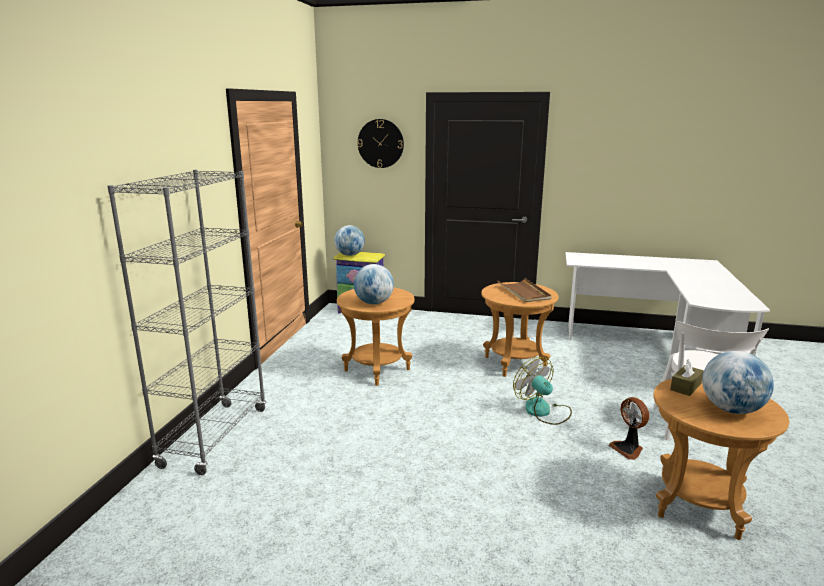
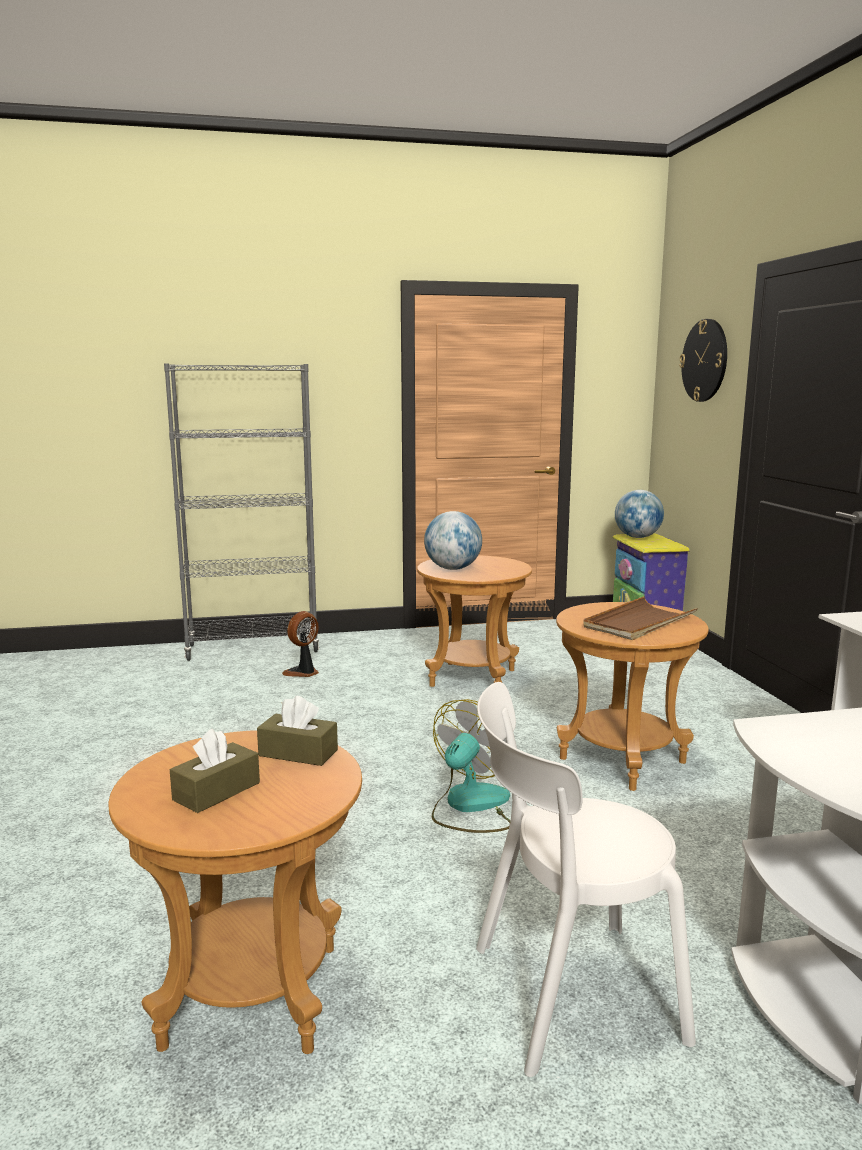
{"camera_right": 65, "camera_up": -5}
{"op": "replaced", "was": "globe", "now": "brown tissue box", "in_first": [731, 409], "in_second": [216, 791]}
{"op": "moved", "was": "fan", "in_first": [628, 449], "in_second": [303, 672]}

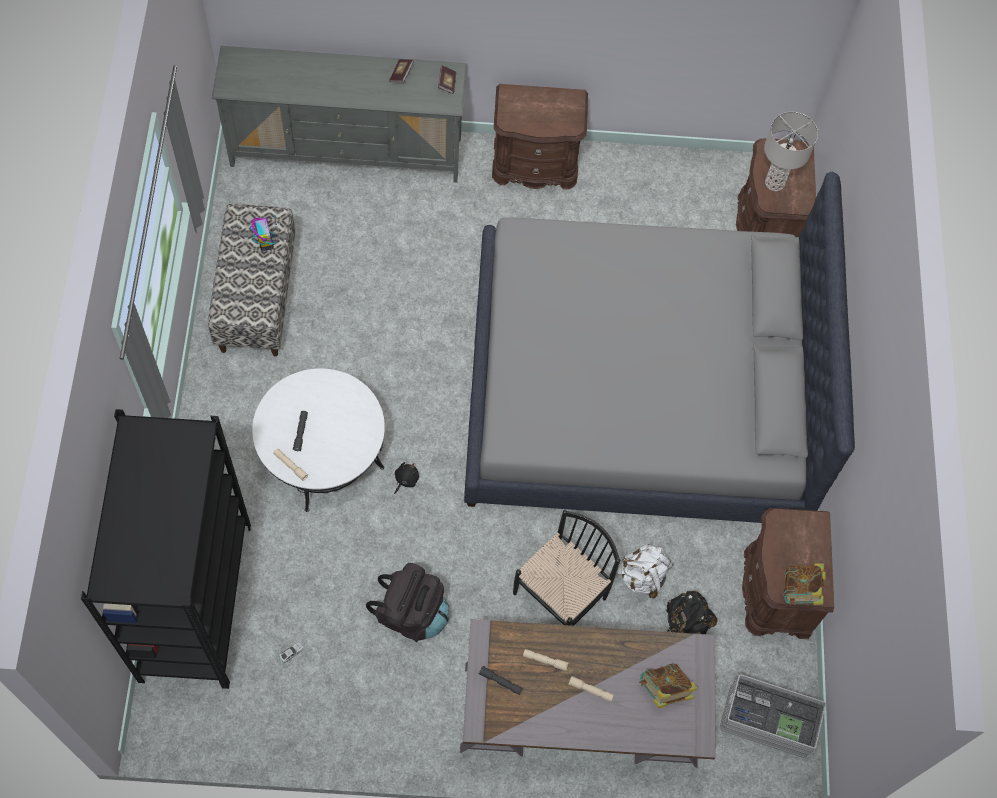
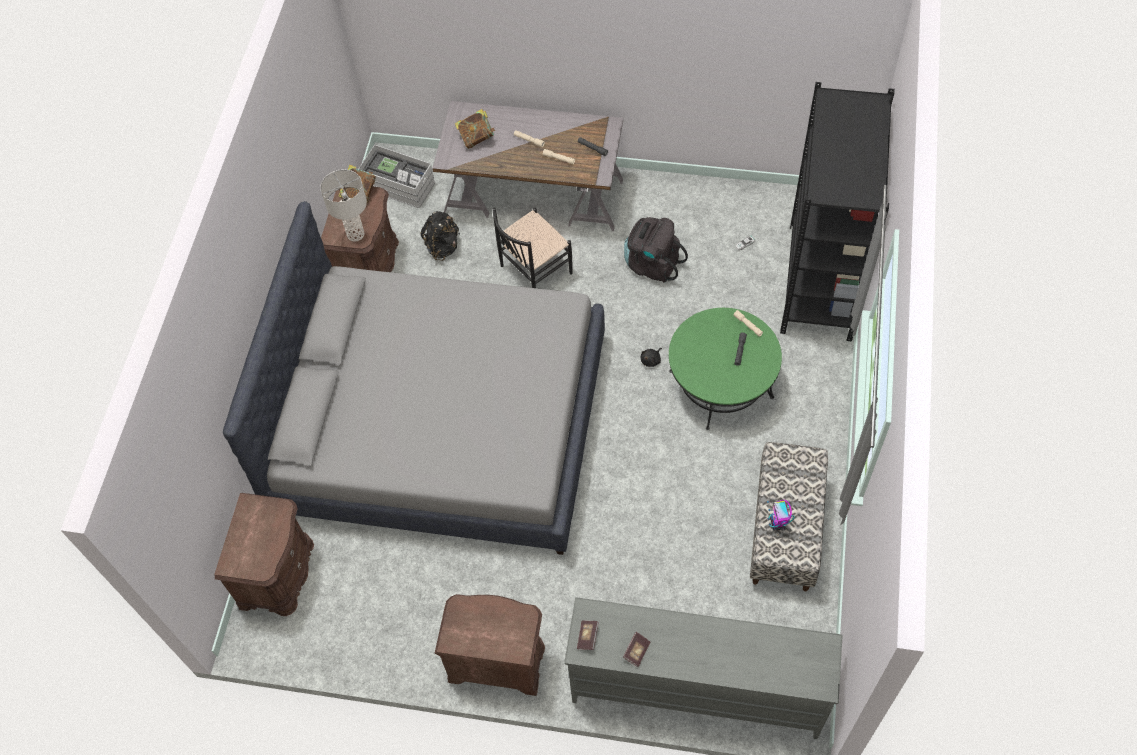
{"camera_right": -165, "camera_up": -5}
{"op": "moved", "was": "white table lamp", "in_first": [774, 182], "in_second": [355, 234]}
{"op": "recoloured", "was": "white coffee table", "now": "green coffee table", "in_first": [323, 454], "in_second": [721, 384]}
{"op": "removed", "was": "white backpack", "in_first": [643, 577]}

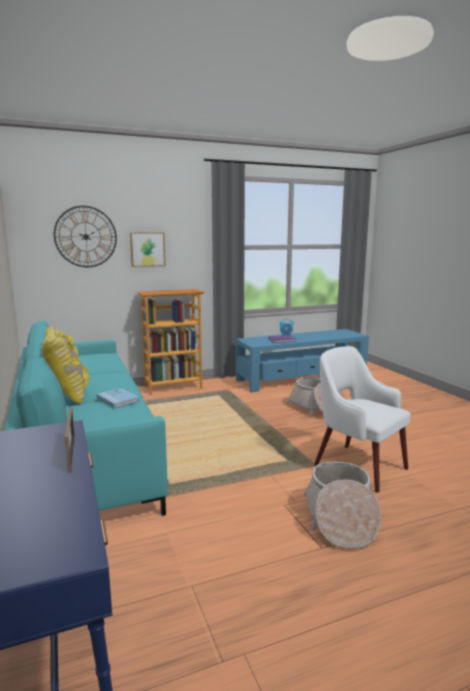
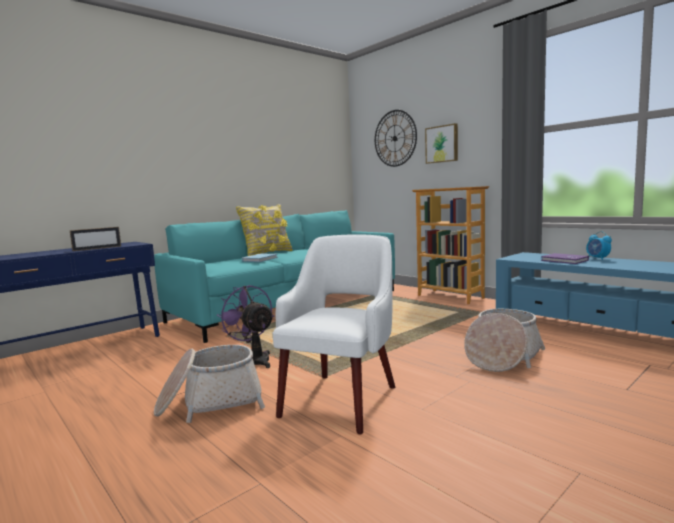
{"camera_right": 70, "camera_up": -5}
{"op": "added", "now": "purple fan", "in_second": [254, 359]}

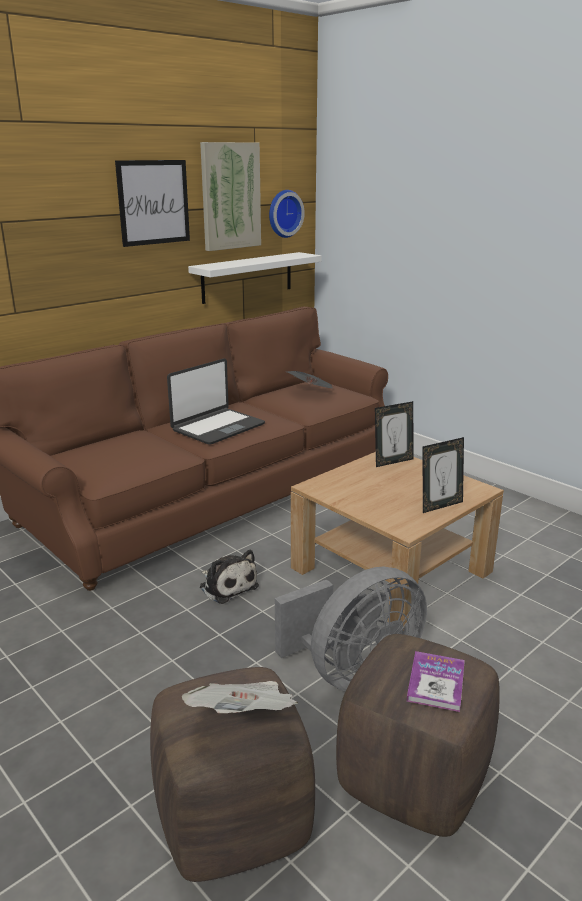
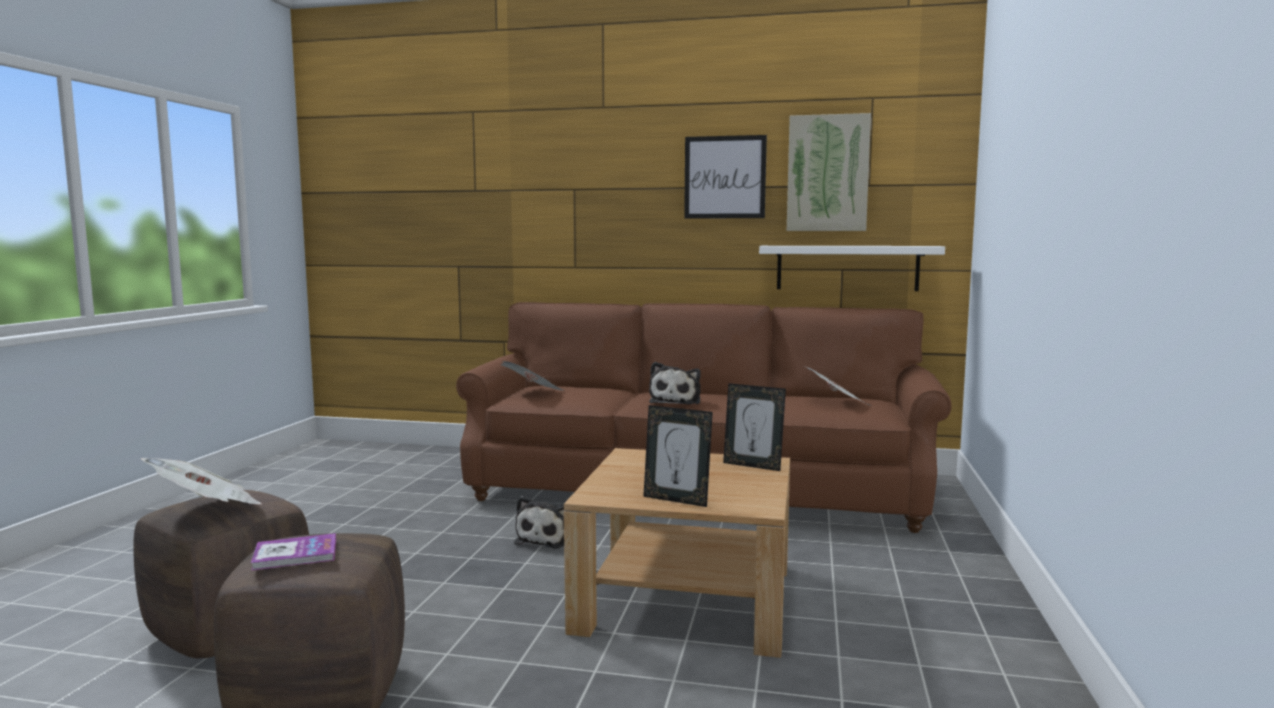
{"camera_right": 55, "camera_up": -15}
{"op": "removed", "was": "wall clock", "in_first": [283, 213]}
{"op": "replaced", "was": "laptop", "now": "plush toy", "in_first": [217, 427], "in_second": [676, 401]}
{"op": "removed", "was": "grey fan", "in_first": [353, 673]}
{"op": "added", "now": "newspaper", "in_second": [533, 393]}

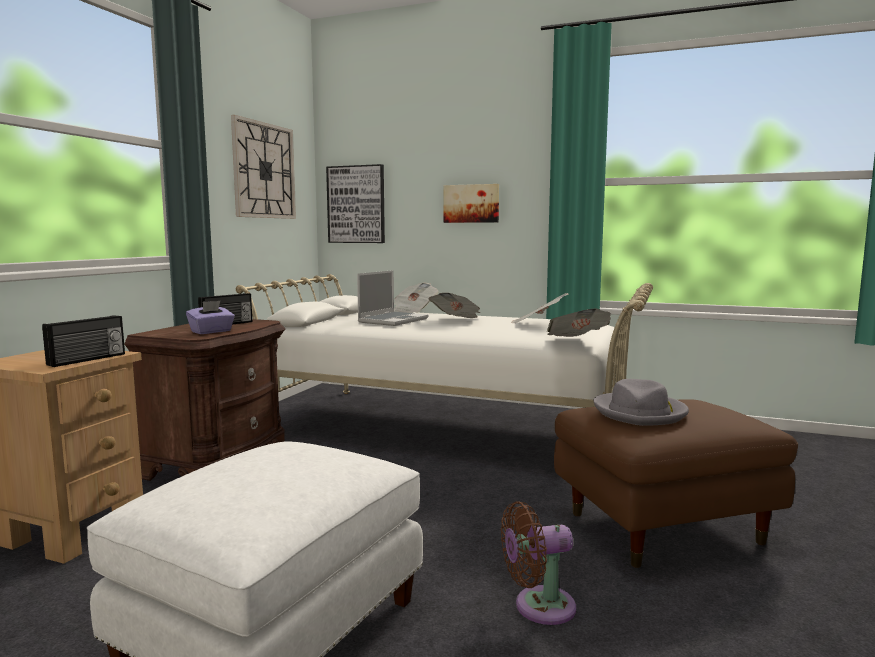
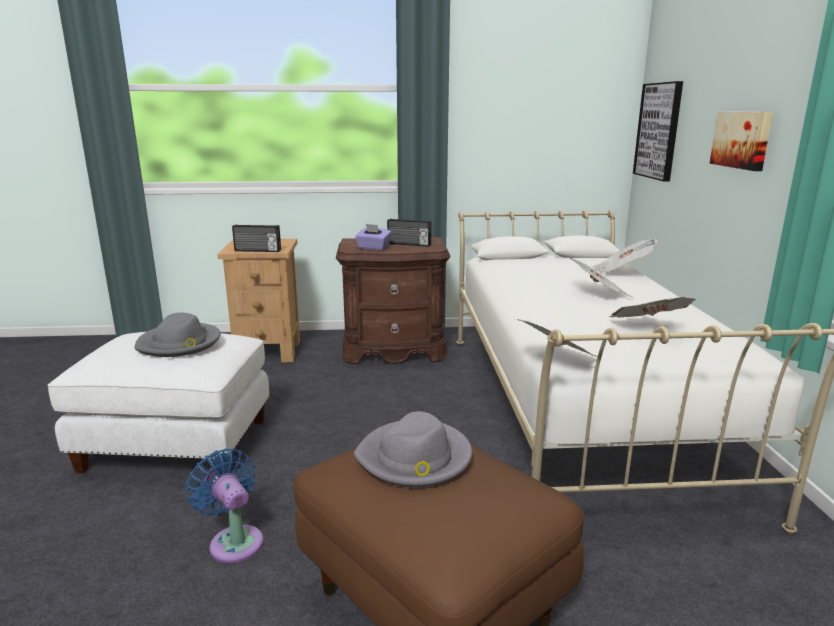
{"camera_right": 65, "camera_up": 10}
{"op": "removed", "was": "wall clock", "in_first": [264, 171]}
{"op": "removed", "was": "laptop", "in_first": [393, 320]}
{"op": "recoloured", "was": "brown fan", "now": "blue fan", "in_first": [538, 607], "in_second": [234, 541]}
{"op": "added", "now": "grey hat", "in_second": [180, 343]}

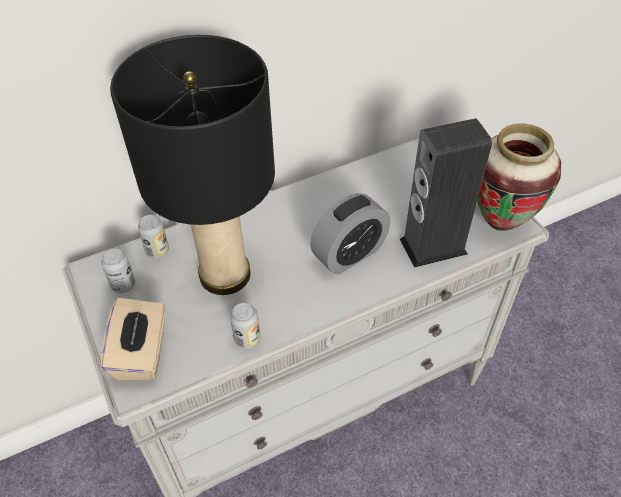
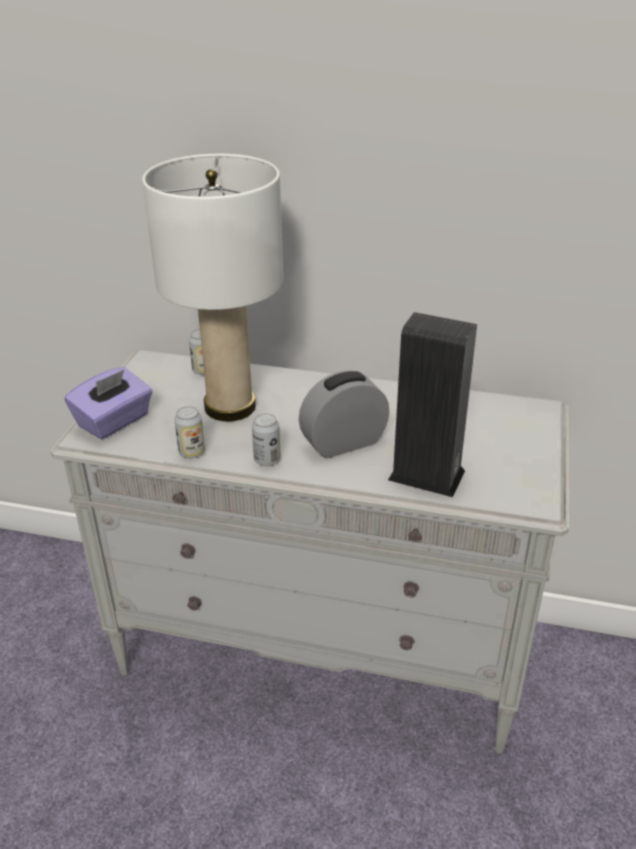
{"camera_right": 40, "camera_up": -15}
{"op": "recoloured", "was": "black table lamp", "now": "white table lamp", "in_first": [225, 275], "in_second": [230, 407]}
{"op": "removed", "was": "vase", "in_first": [500, 222]}
{"op": "turned", "was": "alarm clock", "in_first": [349, 254], "in_second": [343, 443], "clockwise": 150}
{"op": "moved", "was": "can", "in_first": [123, 285], "in_second": [267, 460]}
{"op": "recoloured", "was": "beige tissue box", "now": "purple tissue box", "in_first": [142, 353], "in_second": [114, 421]}

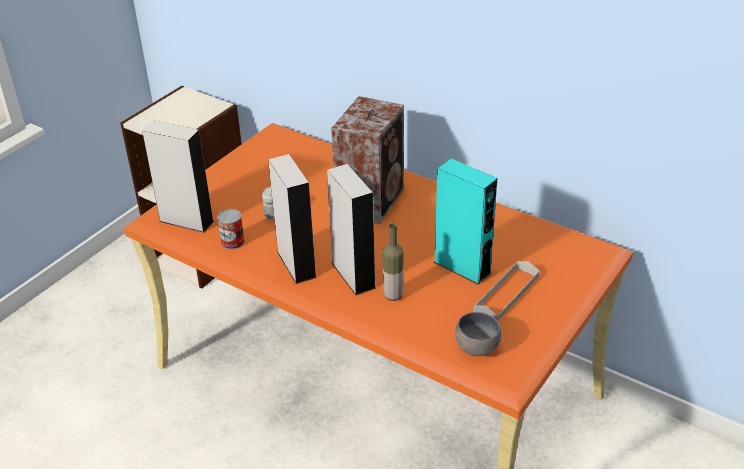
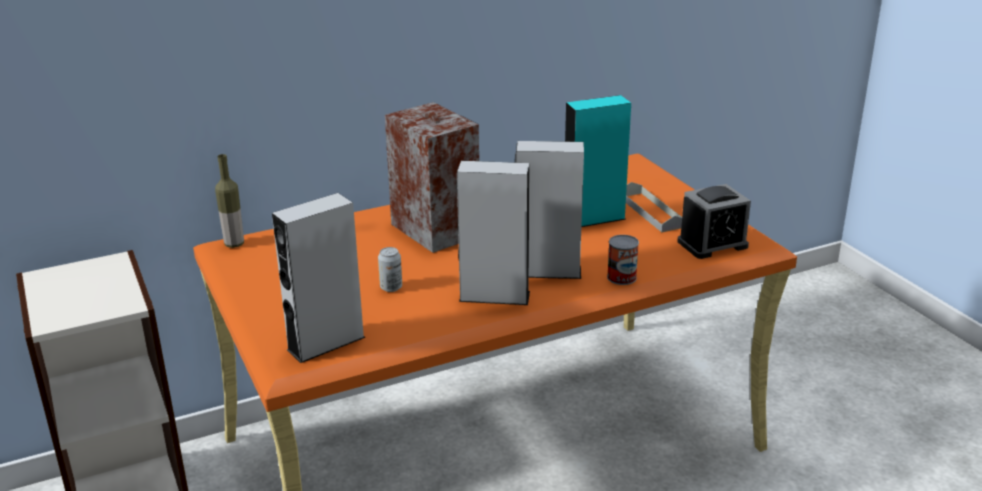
{"camera_right": -60, "camera_up": -10}
{"op": "moved", "was": "can", "in_first": [232, 242], "in_second": [621, 277]}
{"op": "moved", "was": "bottle", "in_first": [393, 296], "in_second": [234, 244]}
{"op": "replaced", "was": "grey bowl", "now": "alarm clock", "in_first": [478, 348], "in_second": [712, 244]}

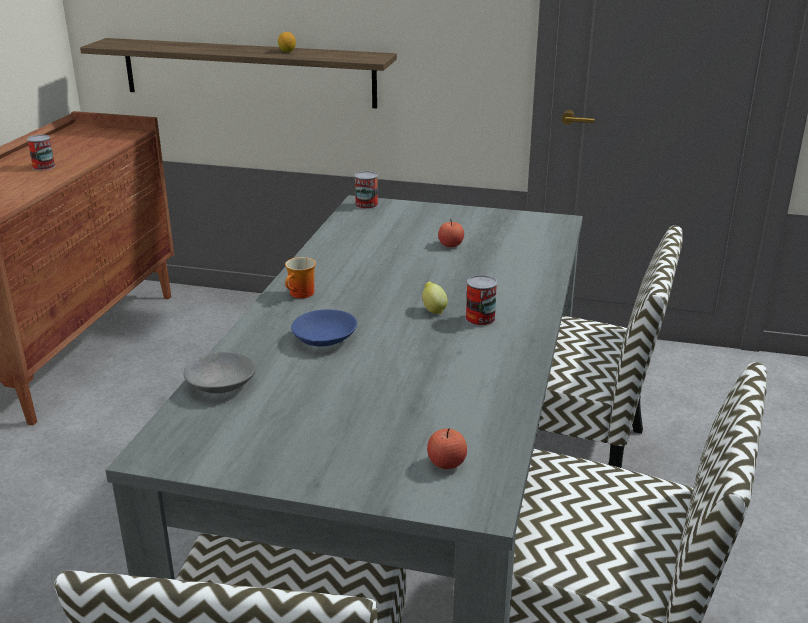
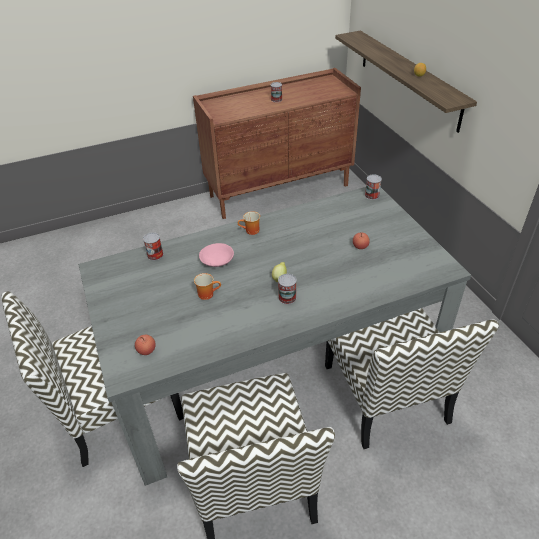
{"camera_right": 55, "camera_up": 15}
{"op": "recoloured", "was": "blue bowl", "now": "pink bowl", "in_first": [323, 339], "in_second": [216, 260]}
{"op": "replaced", "was": "grey bowl", "now": "can", "in_first": [221, 384], "in_second": [155, 255]}
{"op": "added", "now": "mug", "in_second": [207, 293]}

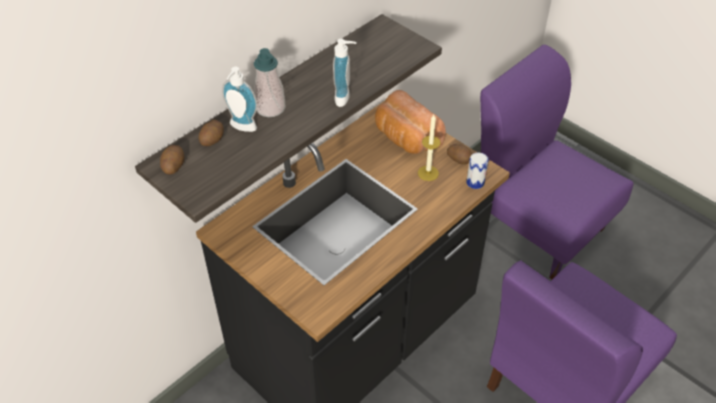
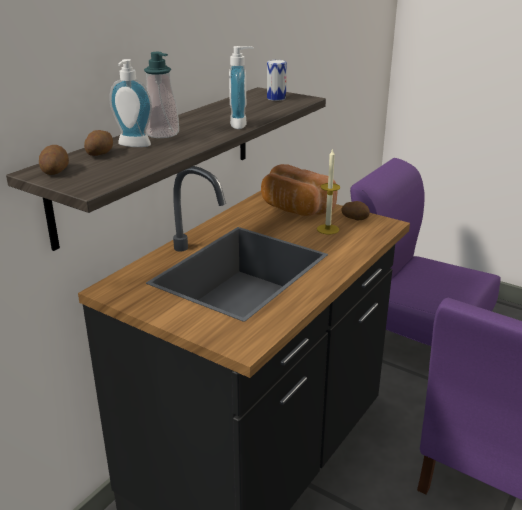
{"camera_right": -10, "camera_up": -20}
{"op": "moved", "was": "can", "in_first": [475, 182], "in_second": [276, 98]}

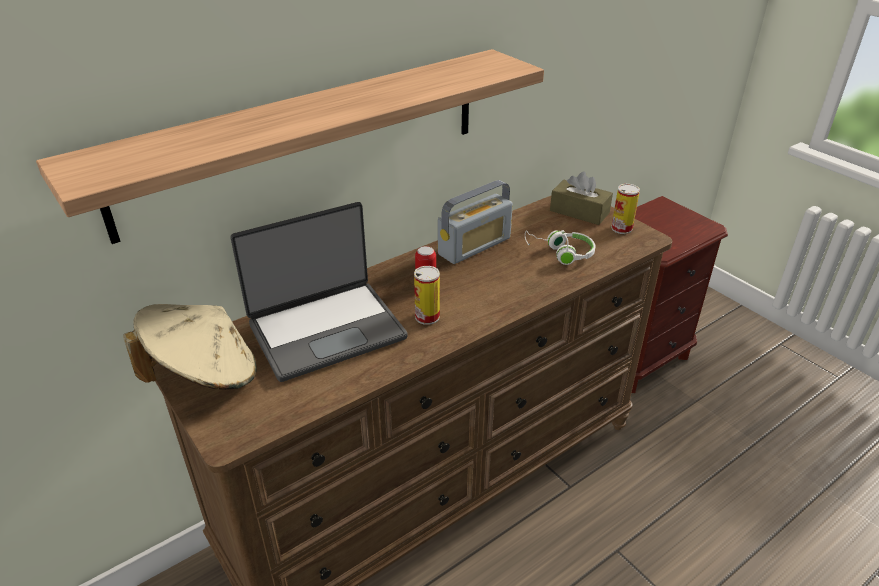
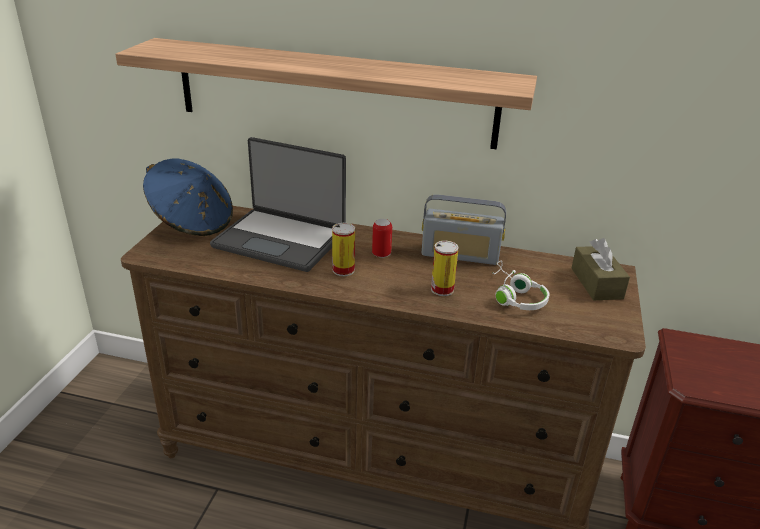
{"camera_right": 50, "camera_up": -5}
{"op": "moved", "was": "can", "in_first": [621, 228], "in_second": [442, 289]}
{"op": "recoloured", "was": "beige hat", "now": "blue hat", "in_first": [204, 375], "in_second": [192, 222]}

